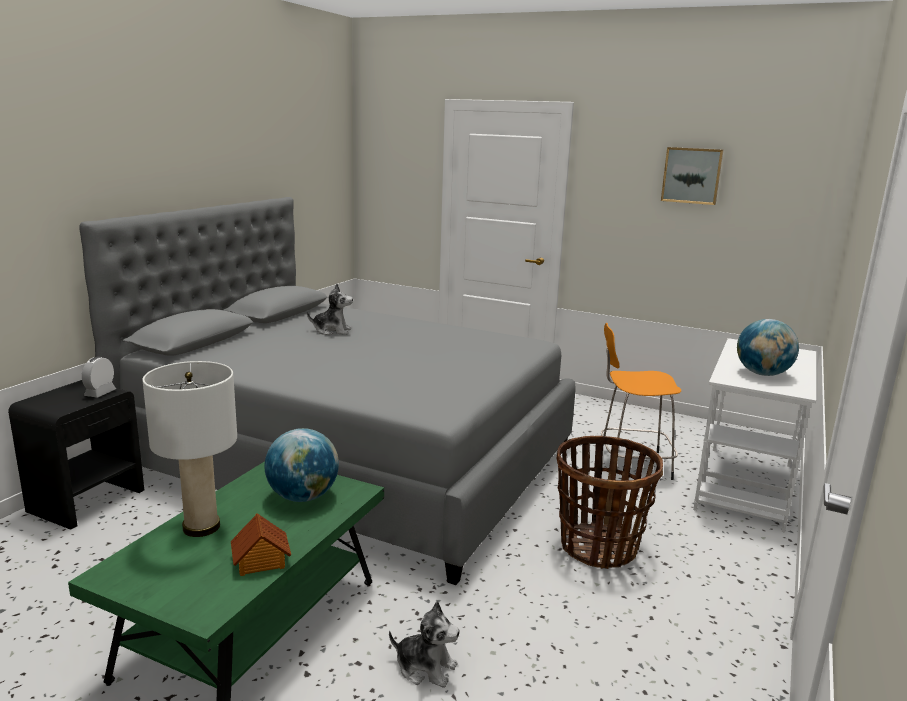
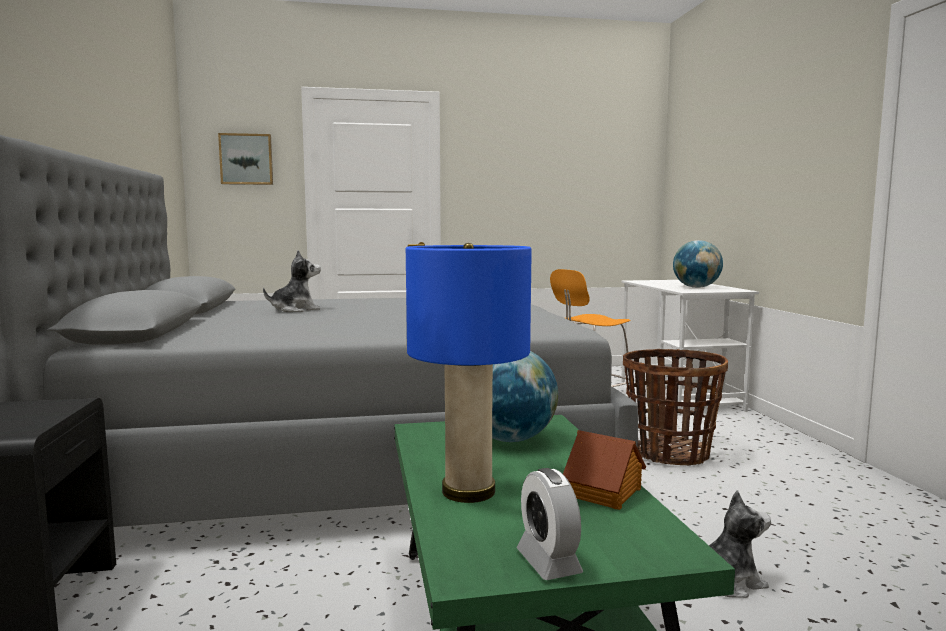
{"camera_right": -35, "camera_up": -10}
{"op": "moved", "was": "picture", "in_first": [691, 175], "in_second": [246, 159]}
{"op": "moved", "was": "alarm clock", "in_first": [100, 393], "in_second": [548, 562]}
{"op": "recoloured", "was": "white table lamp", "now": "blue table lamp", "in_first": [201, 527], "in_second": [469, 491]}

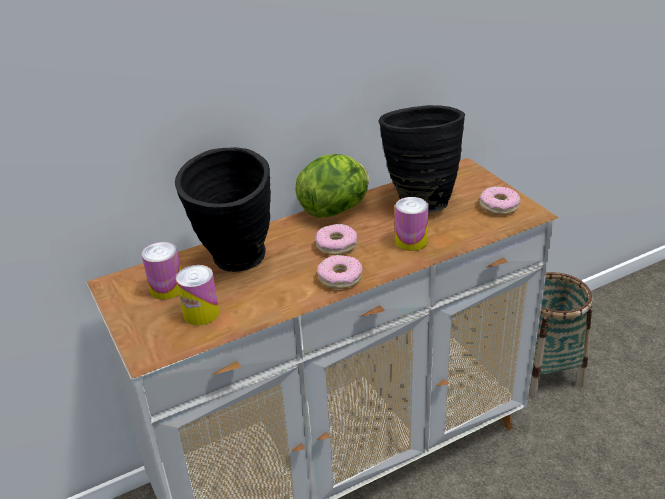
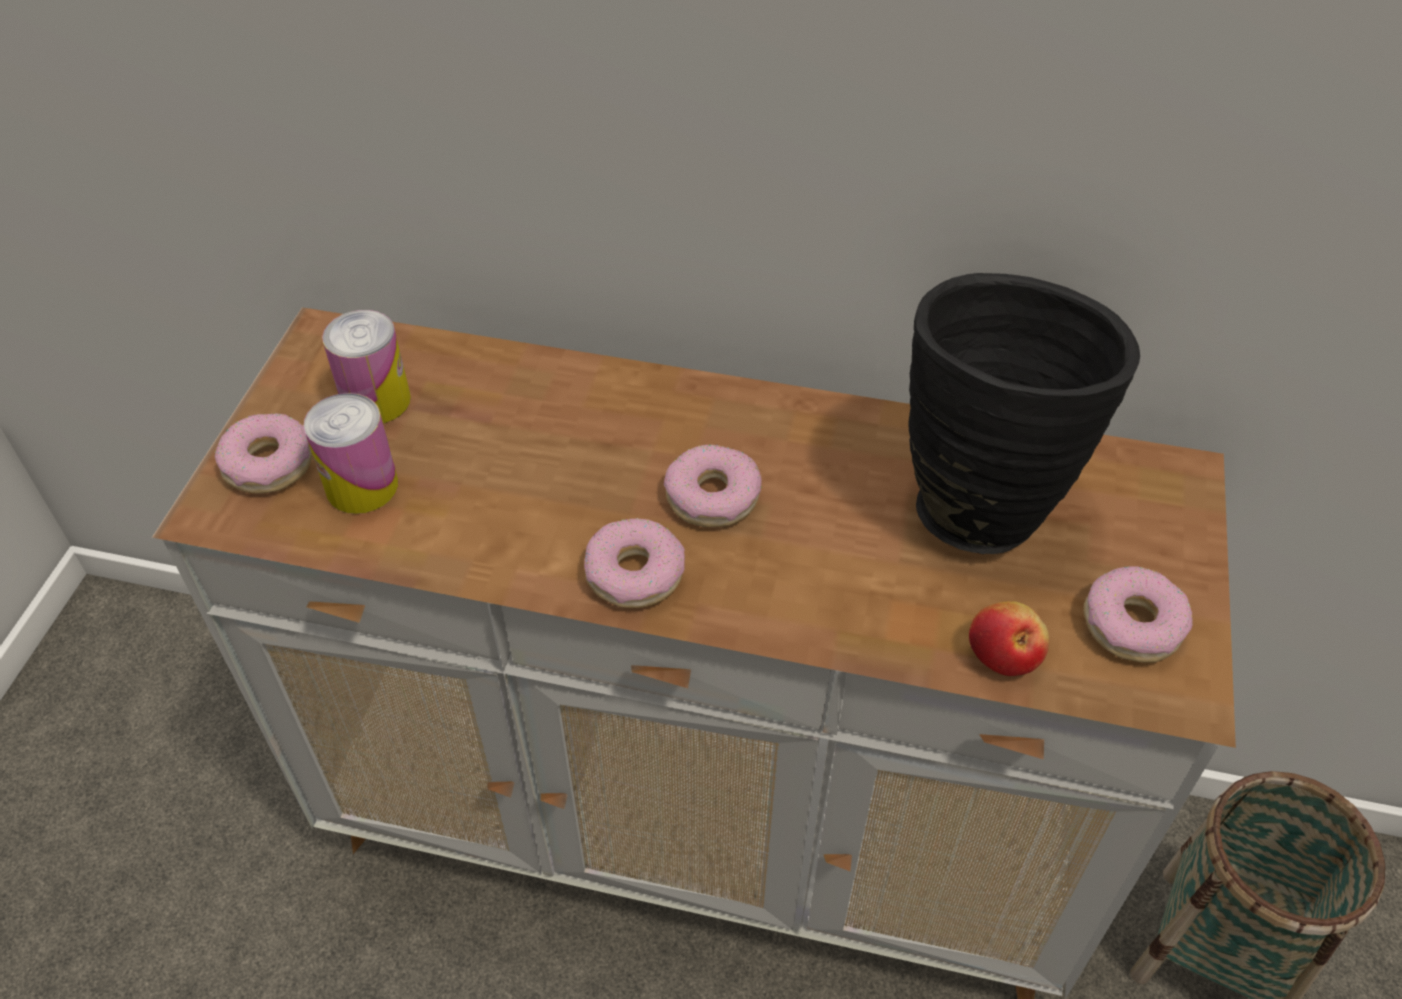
{"camera_right": 40, "camera_up": 15}
{"op": "removed", "was": "black vase", "in_first": [236, 264]}
{"op": "removed", "was": "lettuce", "in_first": [336, 210]}
{"op": "removed", "was": "can", "in_first": [411, 241]}
{"op": "added", "now": "donut", "in_second": [267, 464]}
{"op": "added", "now": "apple", "in_second": [1004, 654]}

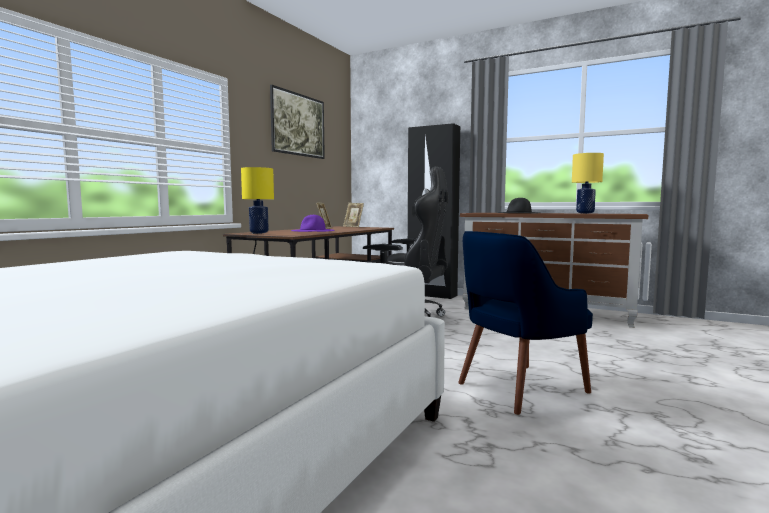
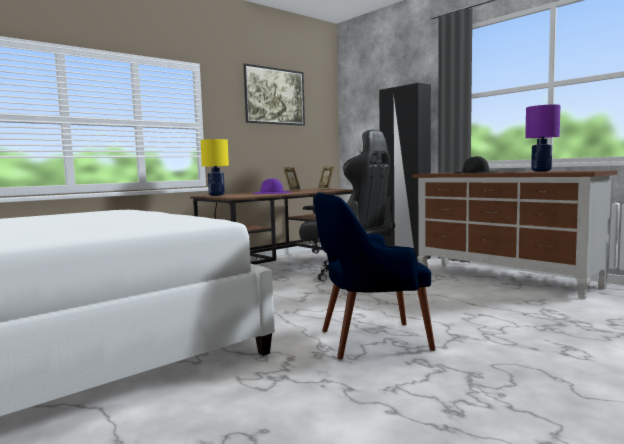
{"camera_right": 20, "camera_up": 0}
{"op": "recoloured", "was": "yellow table lamp", "now": "purple table lamp", "in_first": [585, 213], "in_second": [541, 171]}

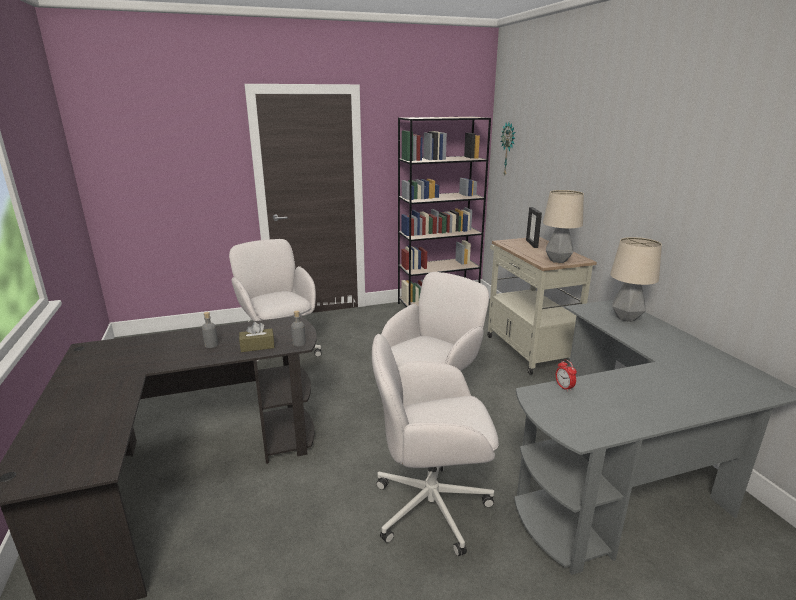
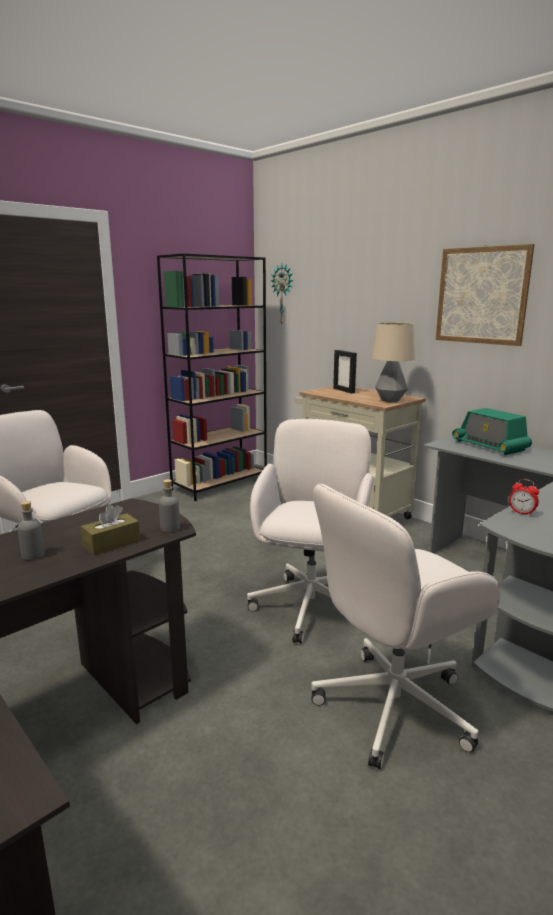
{"camera_right": -25, "camera_up": -5}
{"op": "replaced", "was": "table lamp", "now": "radio", "in_first": [626, 318], "in_second": [489, 446]}
{"op": "added", "now": "picture", "in_second": [482, 294]}

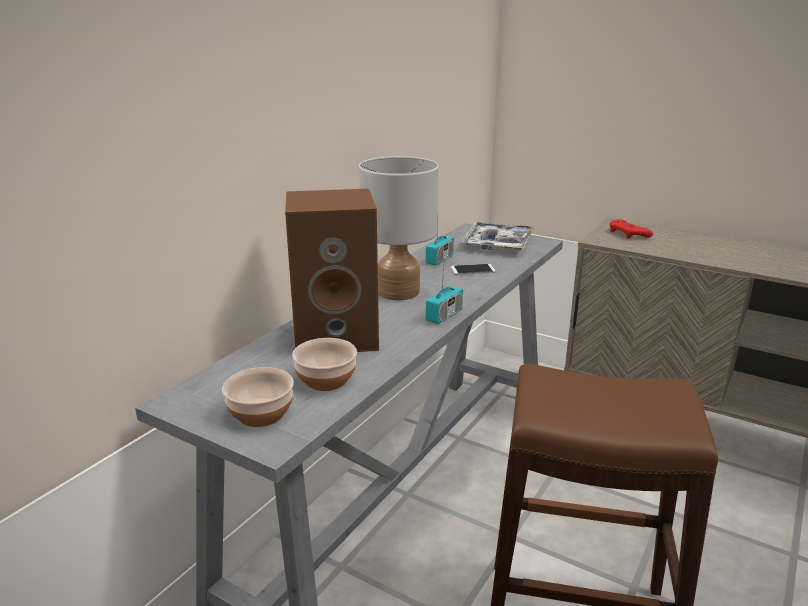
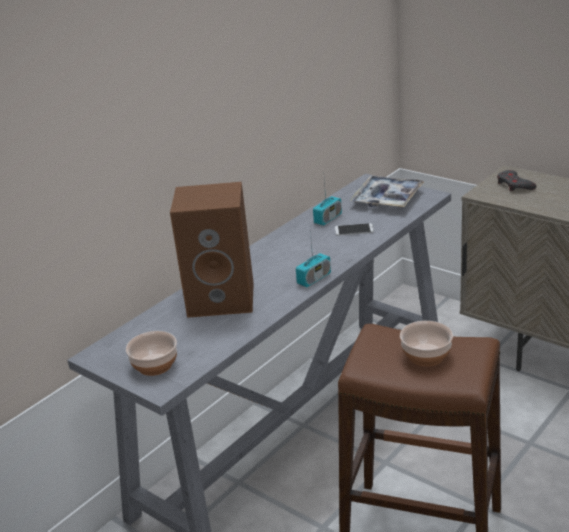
{"camera_right": 10, "camera_up": 5}
{"op": "removed", "was": "grey table lamp", "in_first": [398, 292]}
{"op": "recoloured", "was": "red game controller", "now": "grey game controller", "in_first": [628, 233], "in_second": [514, 185]}
{"op": "moved", "was": "bowl", "in_first": [327, 379], "in_second": [427, 355]}

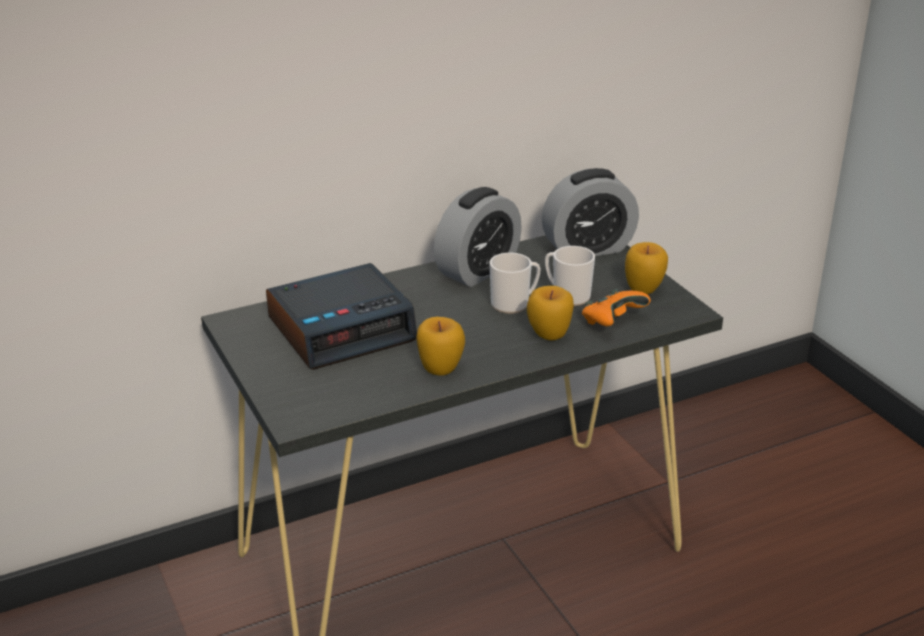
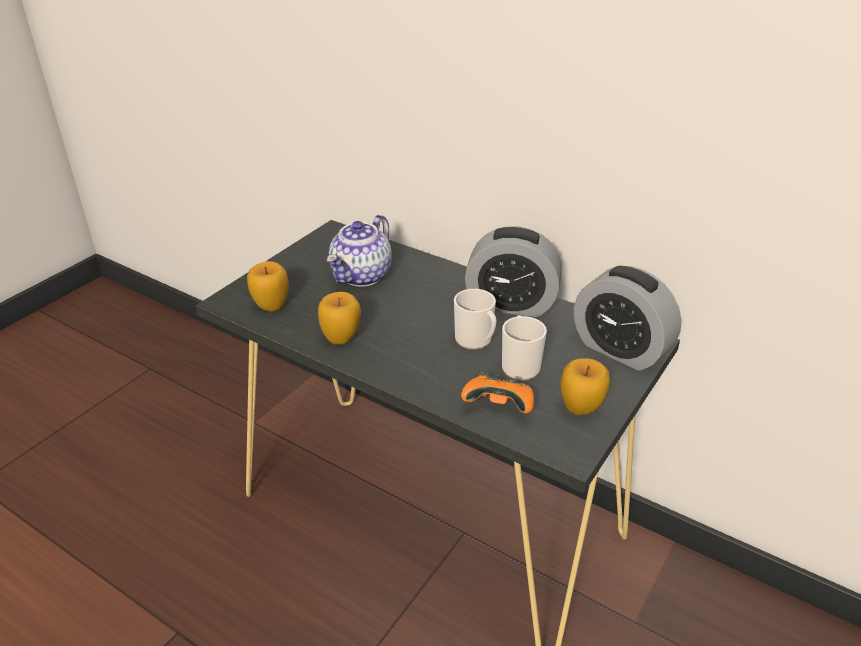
{"camera_right": 60, "camera_up": 5}
{"op": "replaced", "was": "alarm clock", "now": "teapot", "in_first": [342, 329], "in_second": [362, 276]}
{"op": "moved", "was": "apple", "in_first": [549, 335], "in_second": [271, 306]}

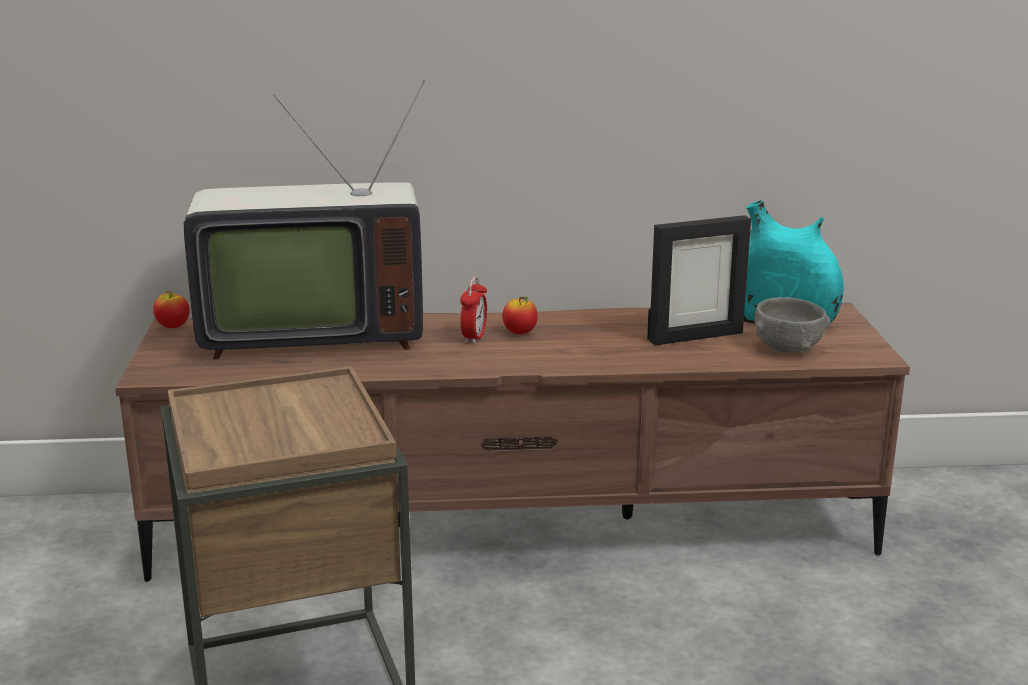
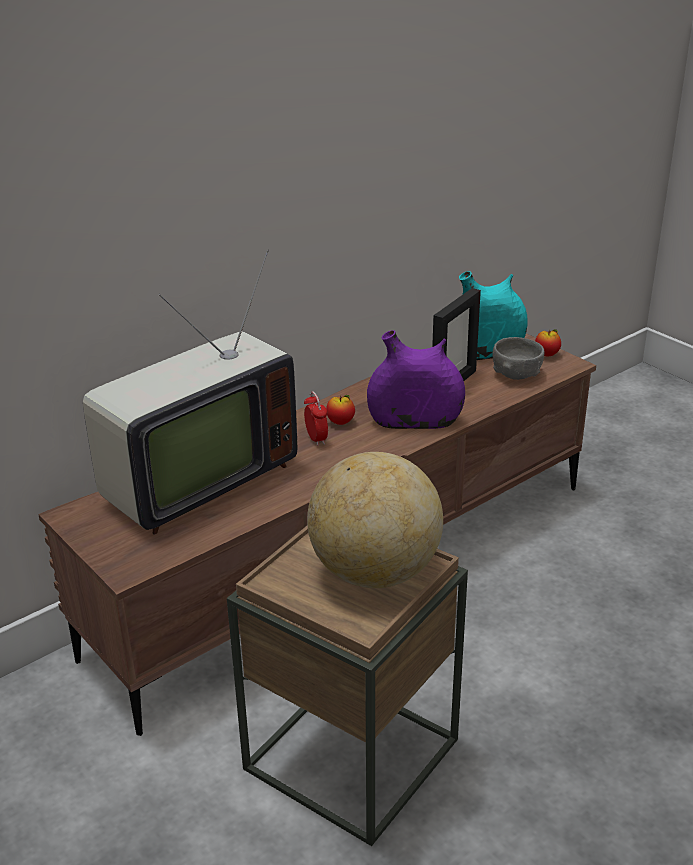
{"camera_right": -35, "camera_up": 10}
{"op": "moved", "was": "apple", "in_first": [173, 327], "in_second": [547, 355]}
{"op": "added", "now": "purple vase", "in_second": [415, 422]}
{"op": "added", "now": "globe", "in_second": [375, 573]}

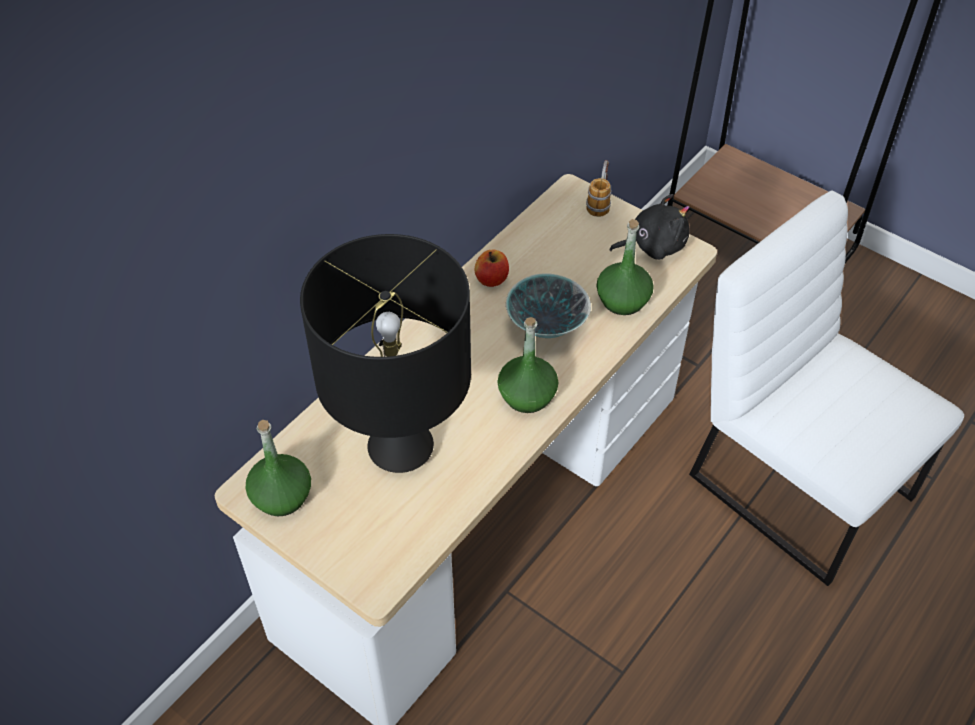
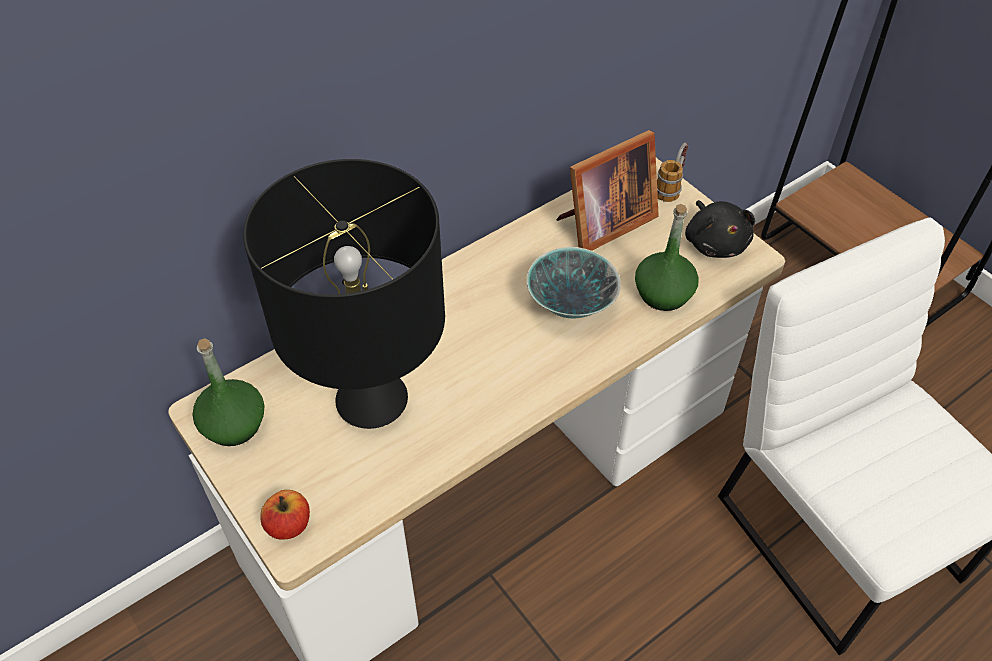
{"camera_right": 15, "camera_up": 0}
{"op": "turned", "was": "black plush toy", "in_first": [653, 245], "in_second": [715, 242], "clockwise": 75}
{"op": "moved", "was": "apple", "in_first": [492, 279], "in_second": [289, 525]}
{"op": "removed", "was": "green bottle", "in_first": [527, 395]}
{"op": "added", "now": "picture frame", "in_second": [603, 224]}

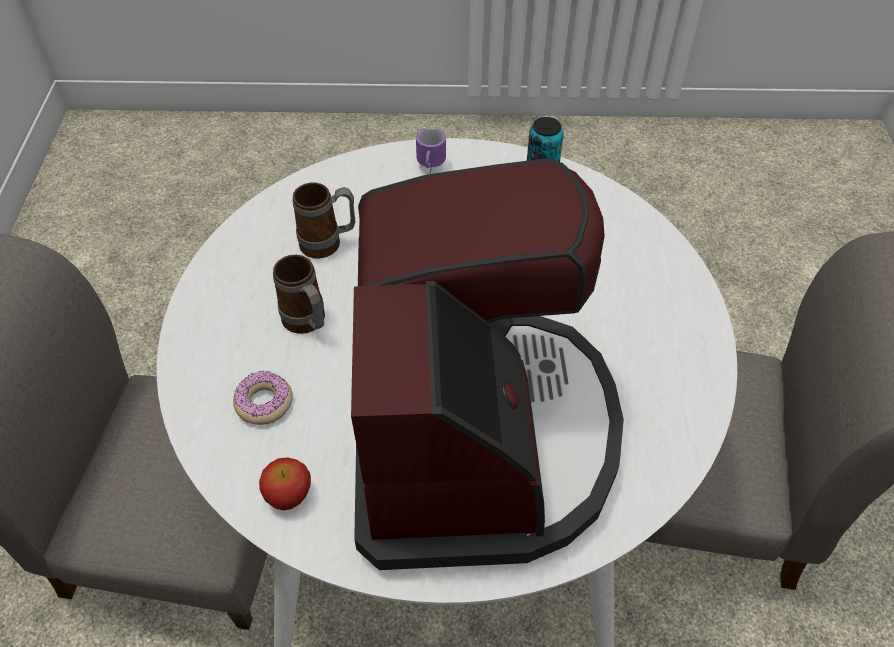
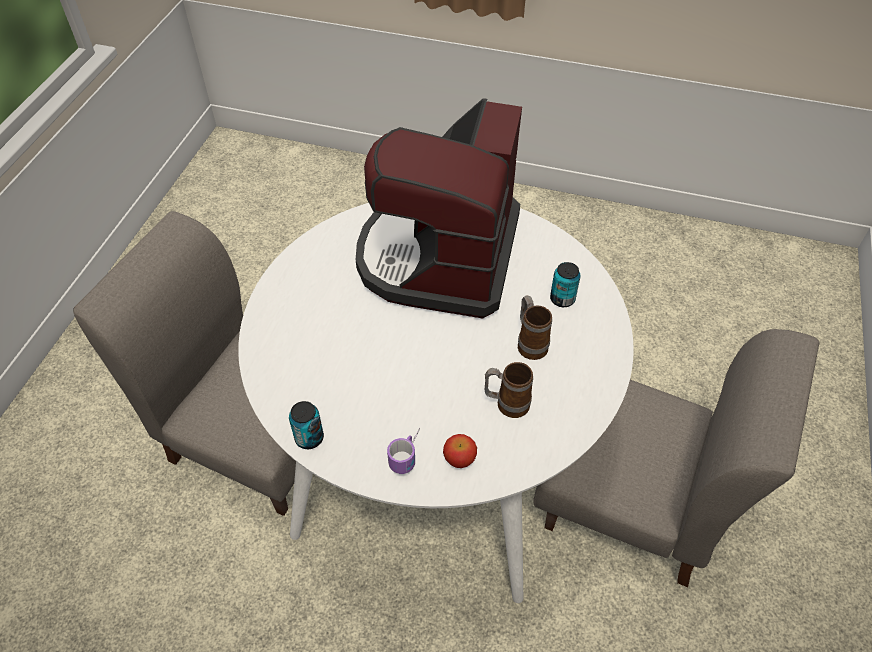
{"camera_right": -165, "camera_up": 0}
{"op": "replaced", "was": "donut", "now": "can", "in_first": [264, 403], "in_second": [562, 299]}
{"op": "moved", "was": "apple", "in_first": [289, 495], "in_second": [459, 459]}

